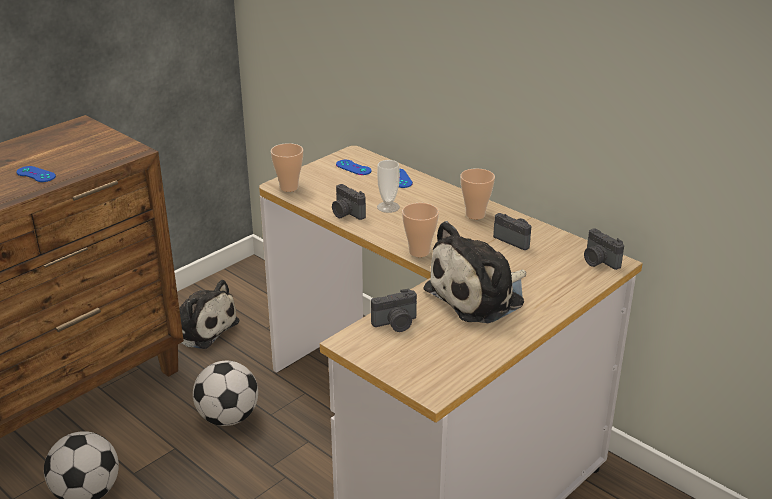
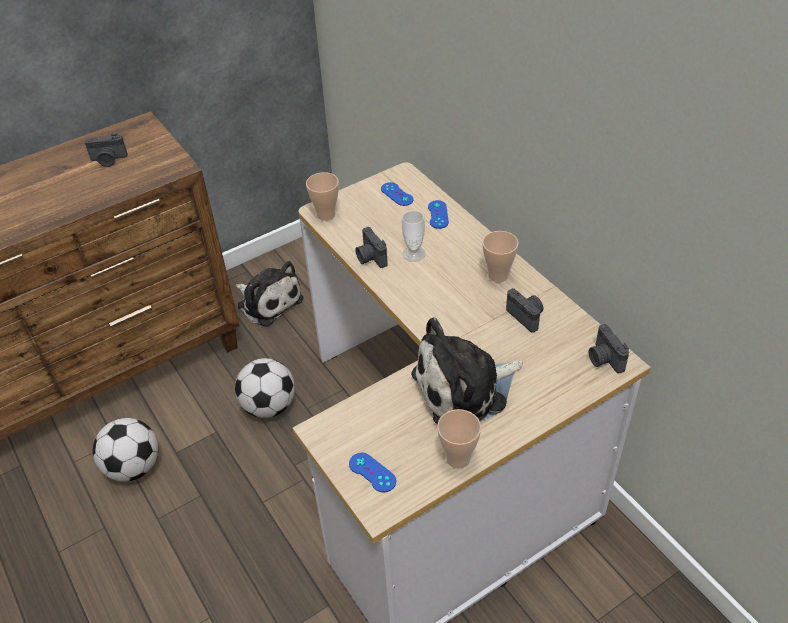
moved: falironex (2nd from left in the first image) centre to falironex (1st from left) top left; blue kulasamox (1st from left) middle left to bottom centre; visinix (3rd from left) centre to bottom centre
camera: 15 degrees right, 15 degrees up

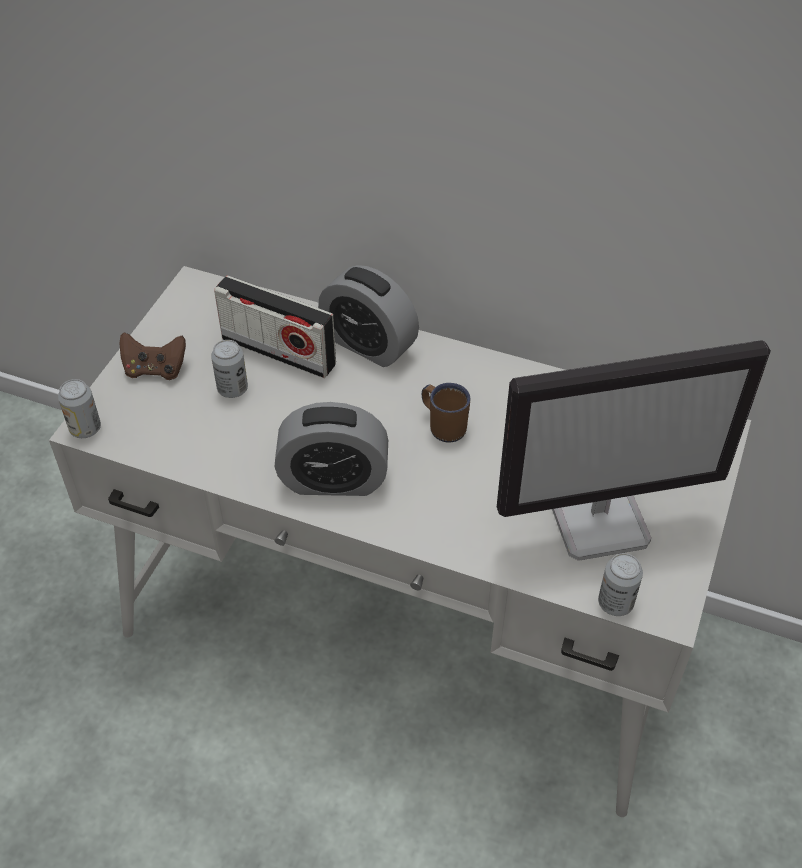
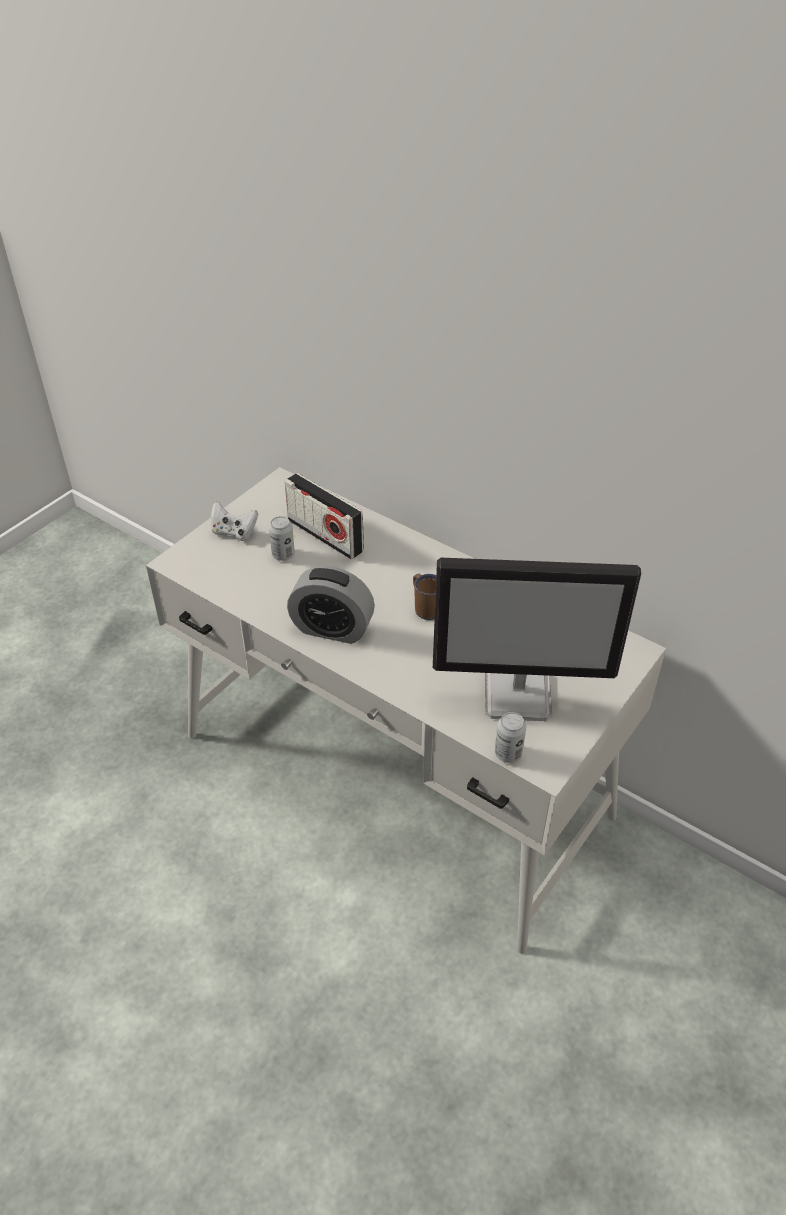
removed: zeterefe (1st from left) middle left; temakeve (2nd from left) centre
recoloured: brown kulasamox middle left to white kulasamox middle left
camera: 15 degrees right, 5 degrees down

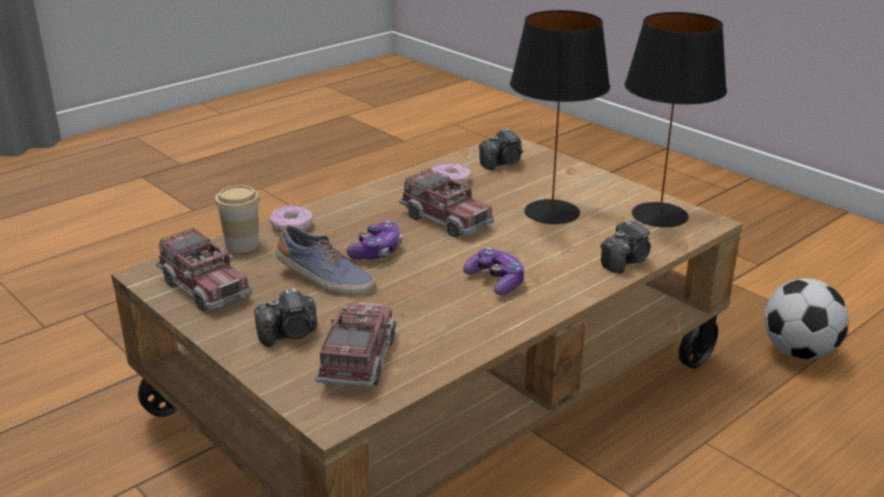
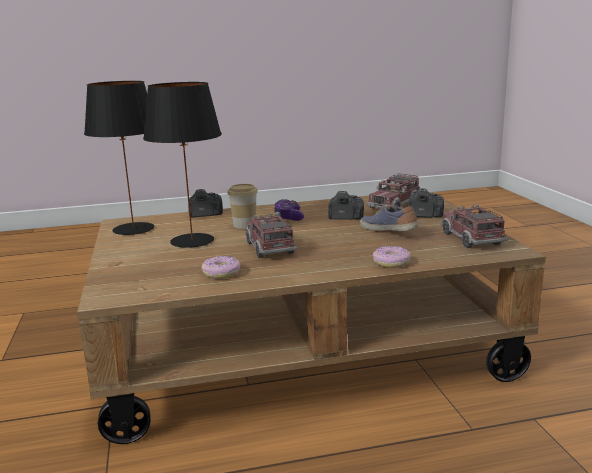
removed: kulasamox (1st from left) centre; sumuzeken middle right
moved: visinix middle left to centre; falironex (2nd from left) top centre to centre
camera: 150 degrees left, 10 degrees down

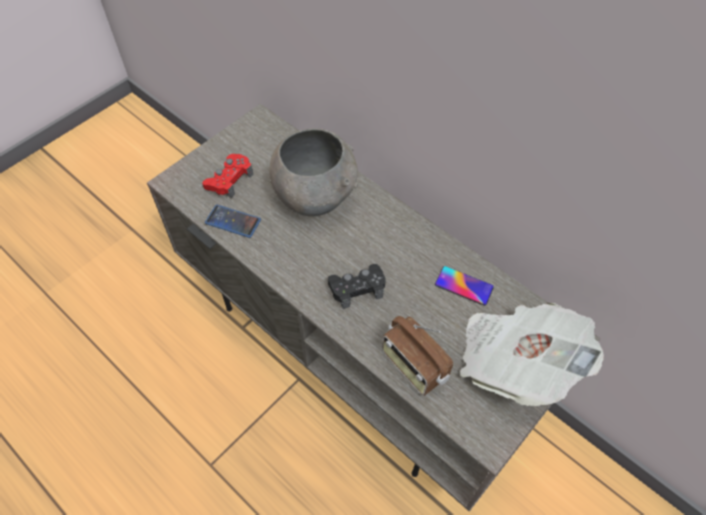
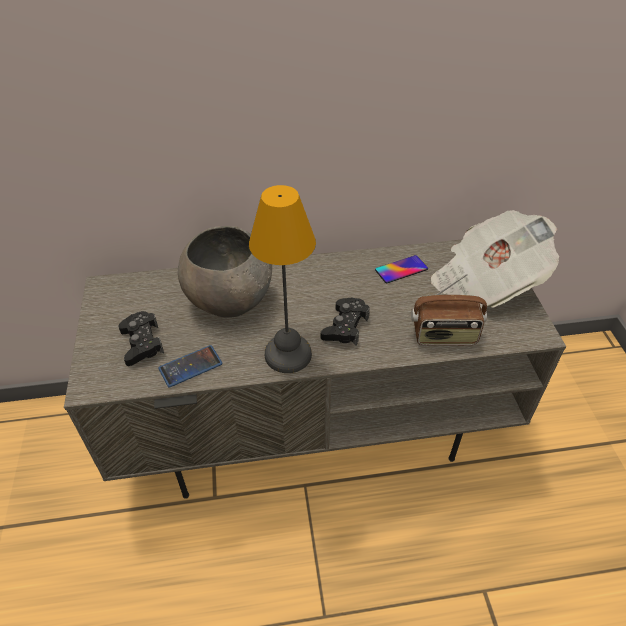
added: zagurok centre
recoloured: red kulasamox middle left to black kulasamox (1st from left) middle left
camera: 50 degrees left, 10 degrees down

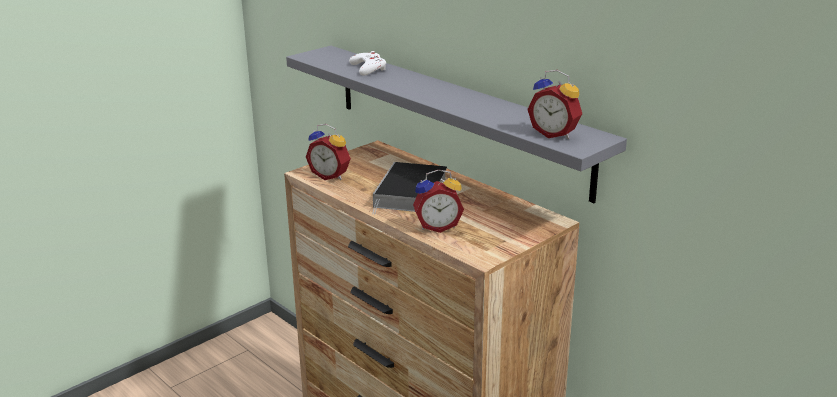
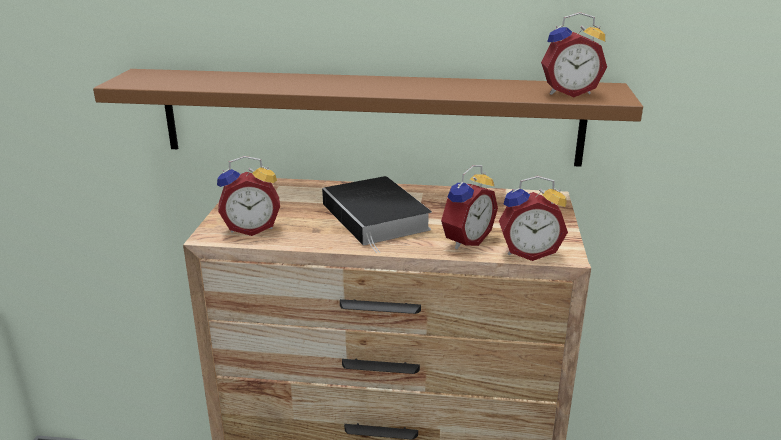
removed: white kulasamox top centre
added: temakeve (3rd from left) middle right
recoloured: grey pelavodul top centre to brown pelavodul top centre
camera: 40 degrees left, 0 degrees up

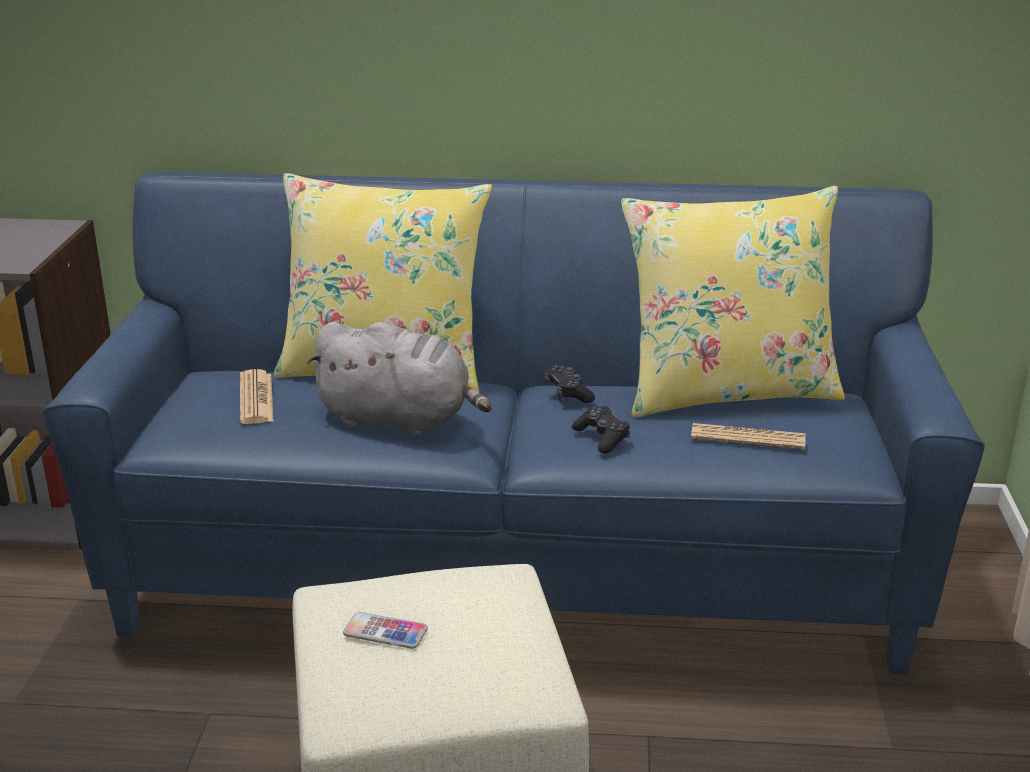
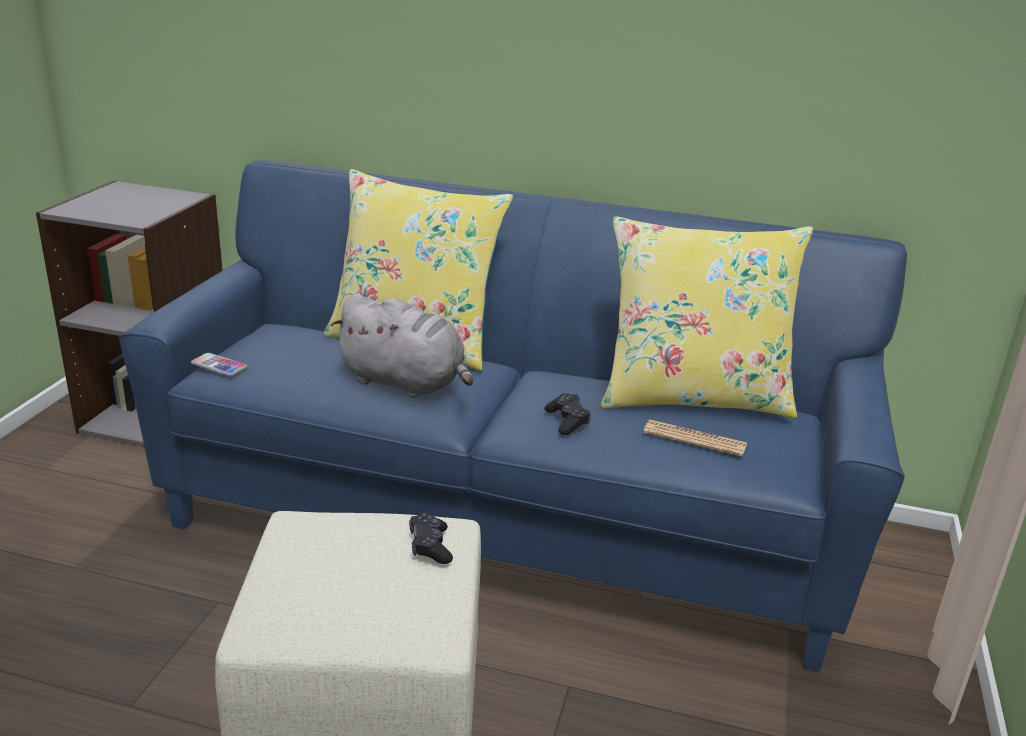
removed: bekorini (1st from left) middle left
moved: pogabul bottom centre to middle left; black kulasamox (1st from left) centre to bottom centre
camera: 10 degrees right, 0 degrees up

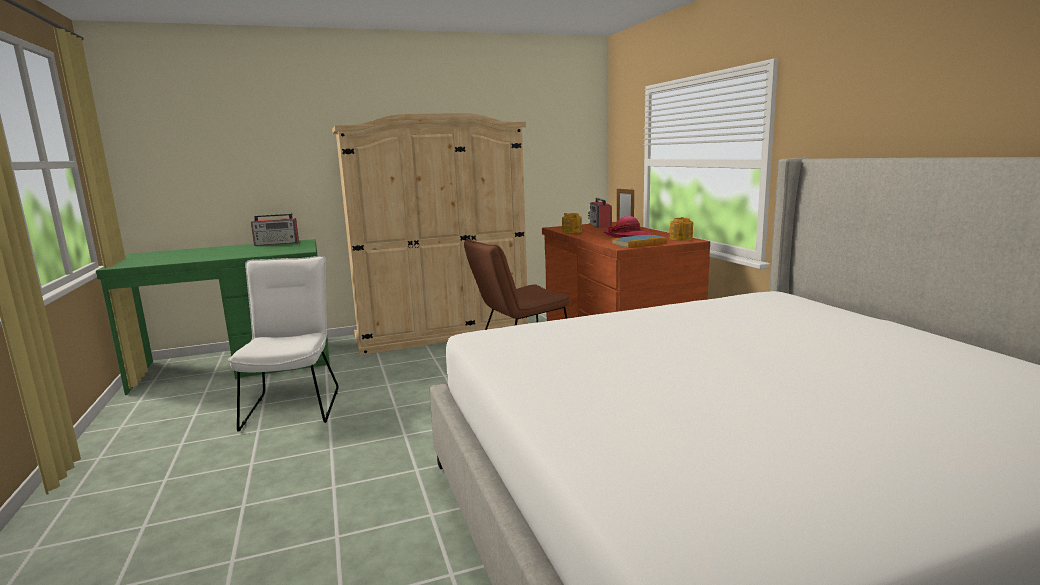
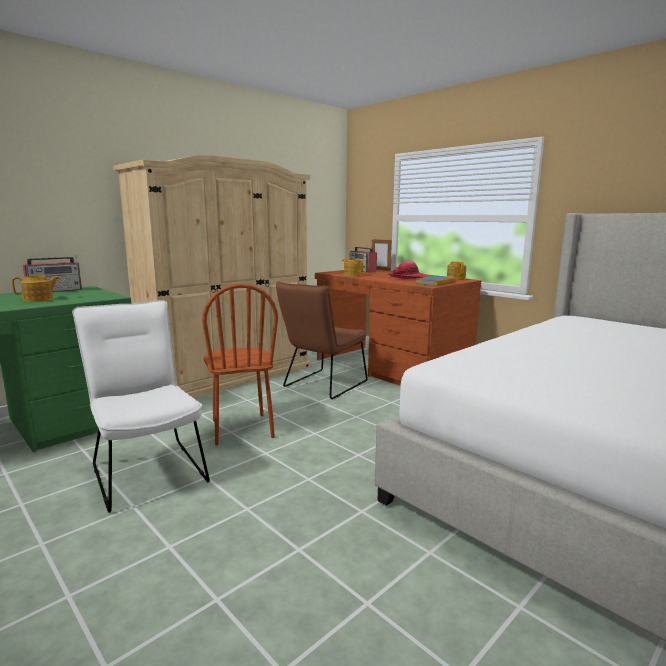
added: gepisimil (1st from left) middle left; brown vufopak (1st from left) centre
camera: 25 degrees left, 0 degrees up

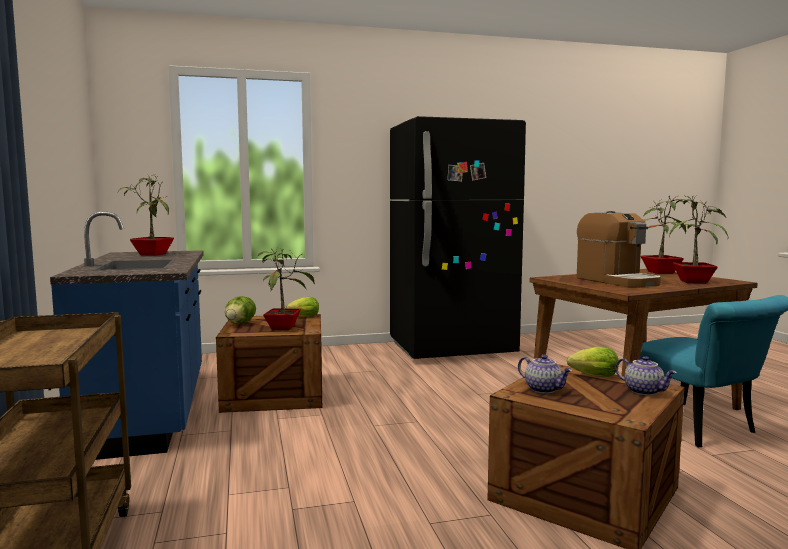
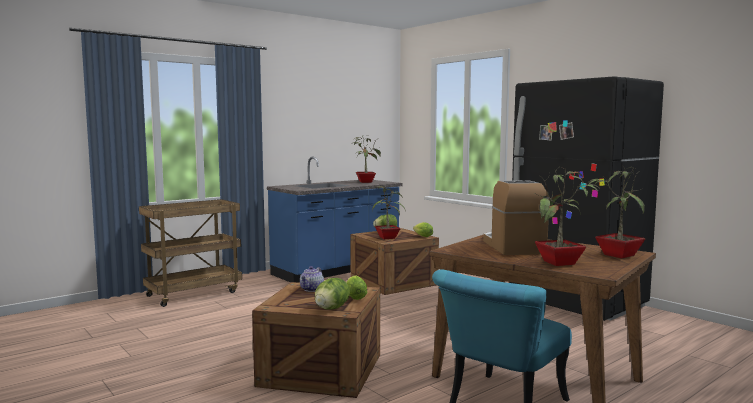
replaced: gepisimil (2nd from left) bottom right to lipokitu (1st from left) bottom centre
turned: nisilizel middle right = middle right 135 degrees clockwise
camera: 65 degrees right, 0 degrees up

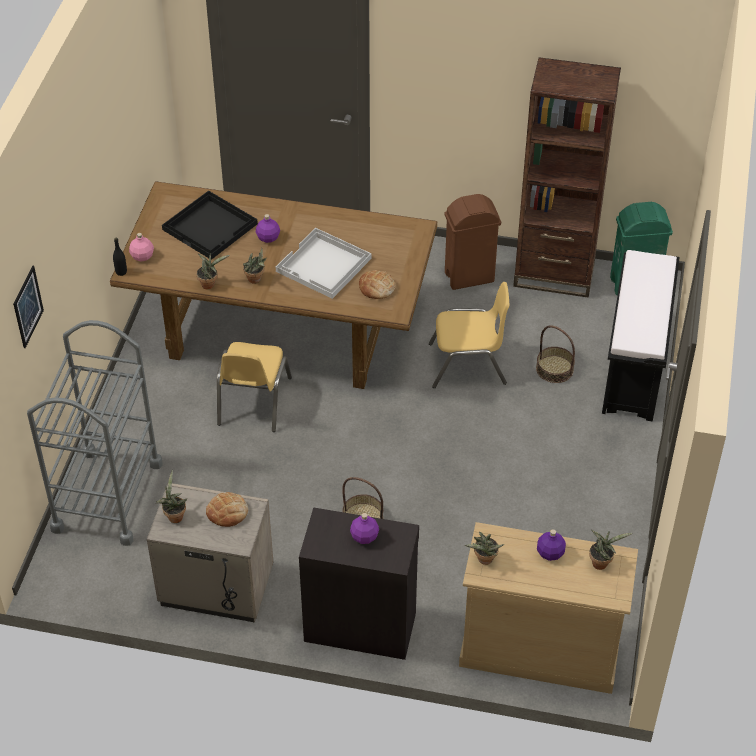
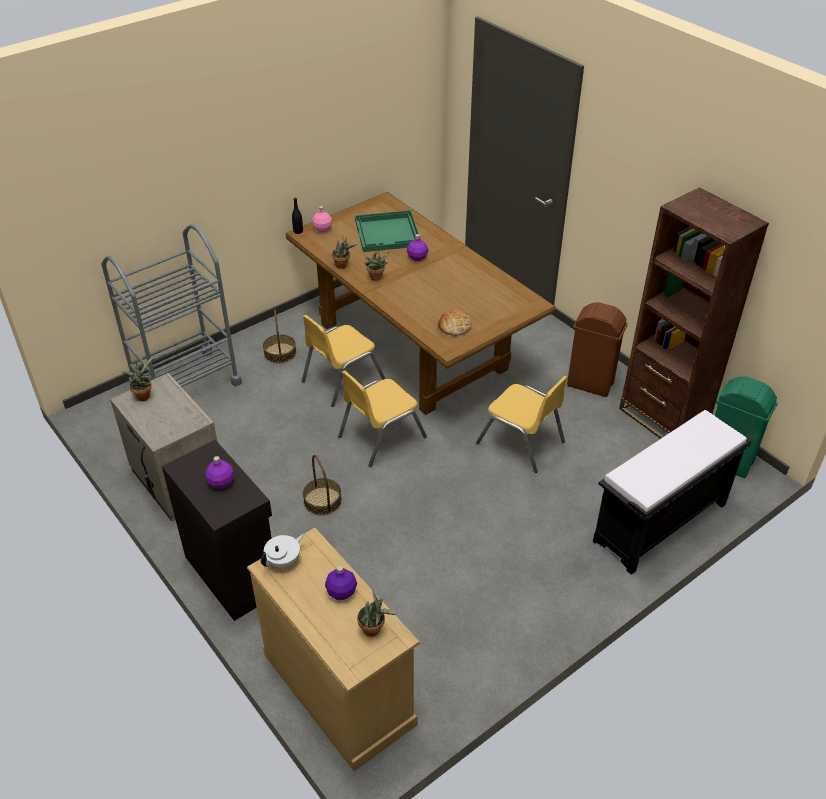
removed: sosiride middle left; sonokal (1st from left) bottom left; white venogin centre
added: yellow vufopak (2nd from left) centre
moved: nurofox (2nd from left in the first image) middle right to nurofox (1st from left) centre
replaced: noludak (4th from left) bottom centre to white gepisimil bottom centre
recoloured: black venogin top left to green venogin top centre
camera: 40 degrees right, 5 degrees down

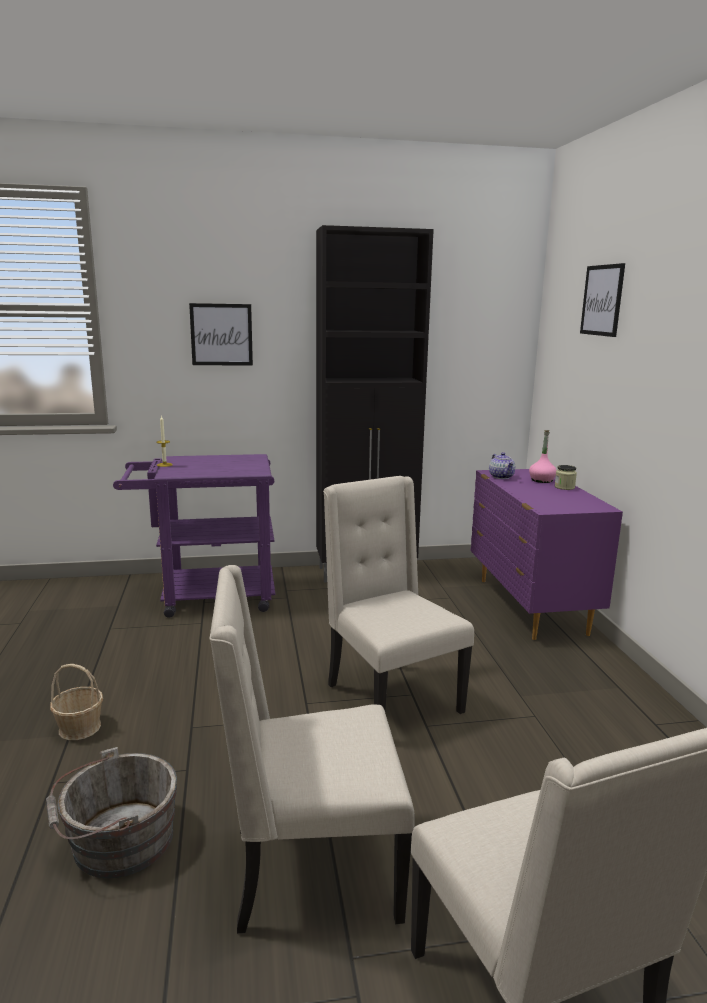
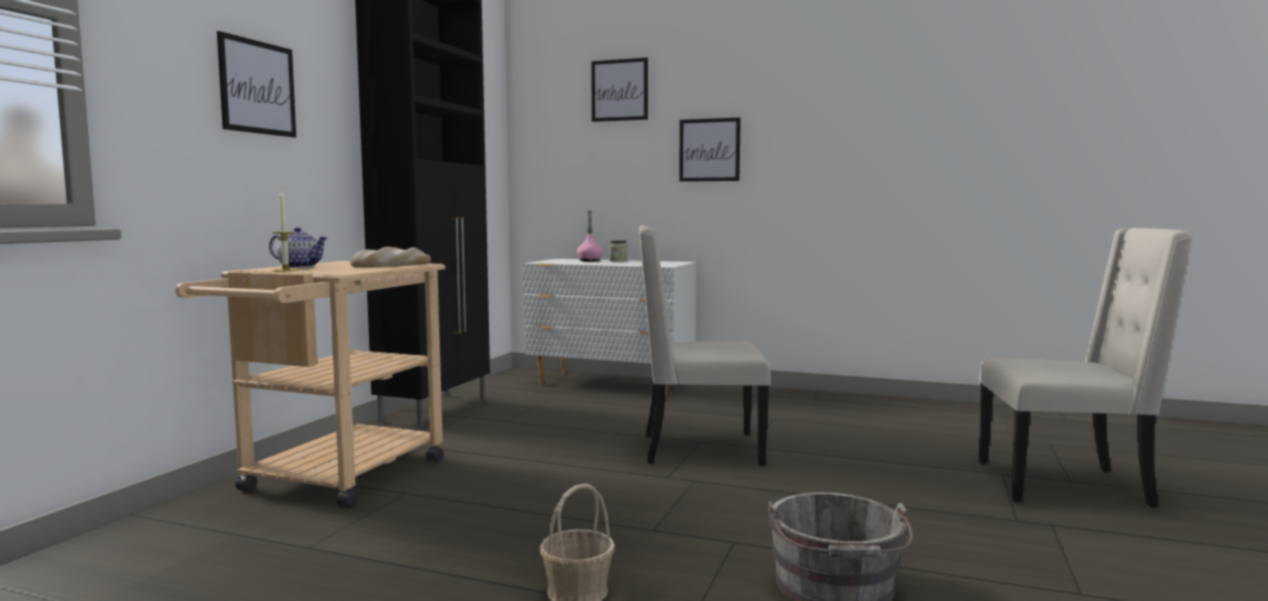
removed: beige vufopak (1st from left) bottom centre
added: sonokal middle left; sosiride (3rd from left) top centre
moved: gepisimil middle right to middle left
recoloured: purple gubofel middle left to beige gubofel middle left; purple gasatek middle right to white gasatek centre
camera: 60 degrees left, 10 degrees down

